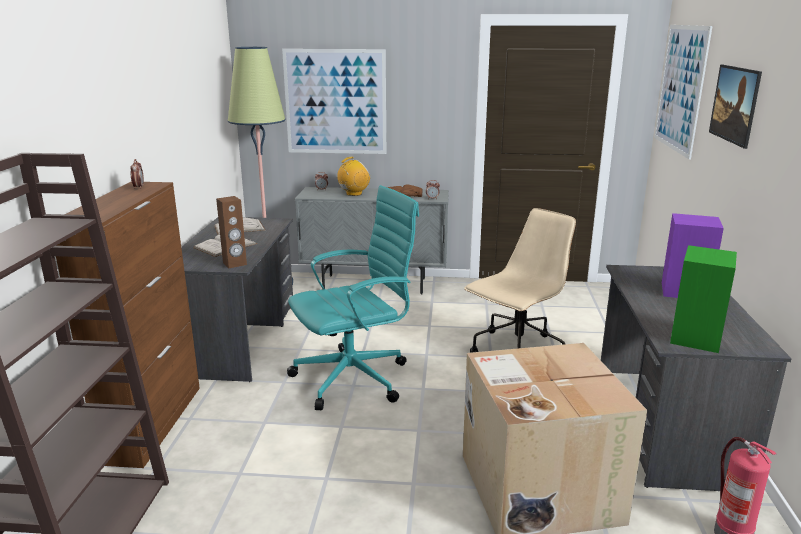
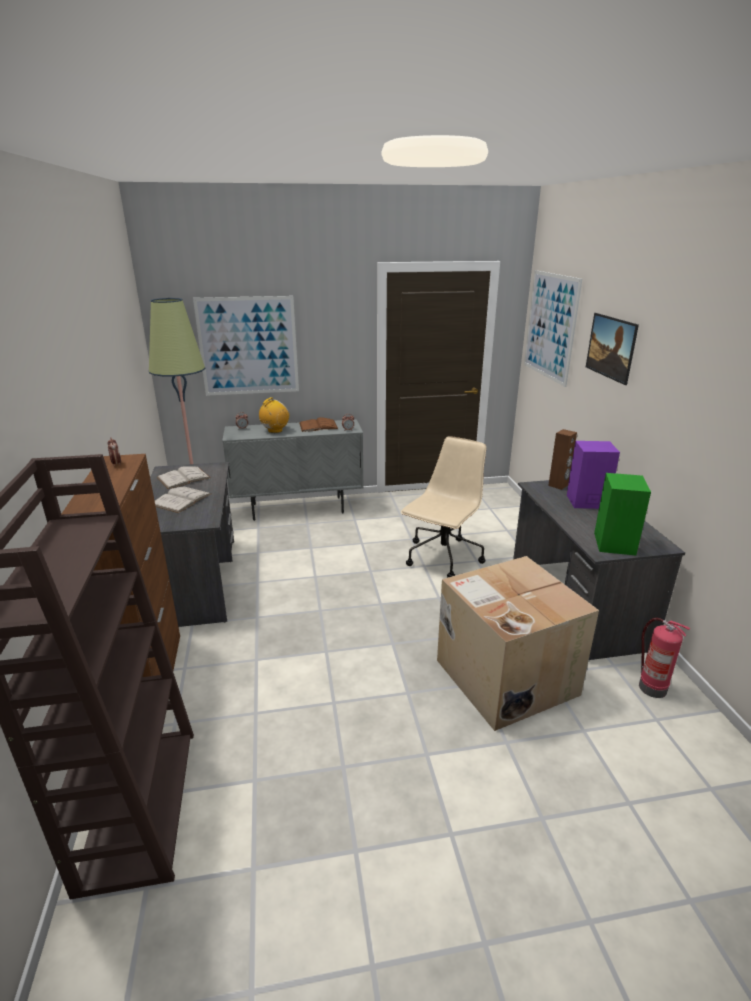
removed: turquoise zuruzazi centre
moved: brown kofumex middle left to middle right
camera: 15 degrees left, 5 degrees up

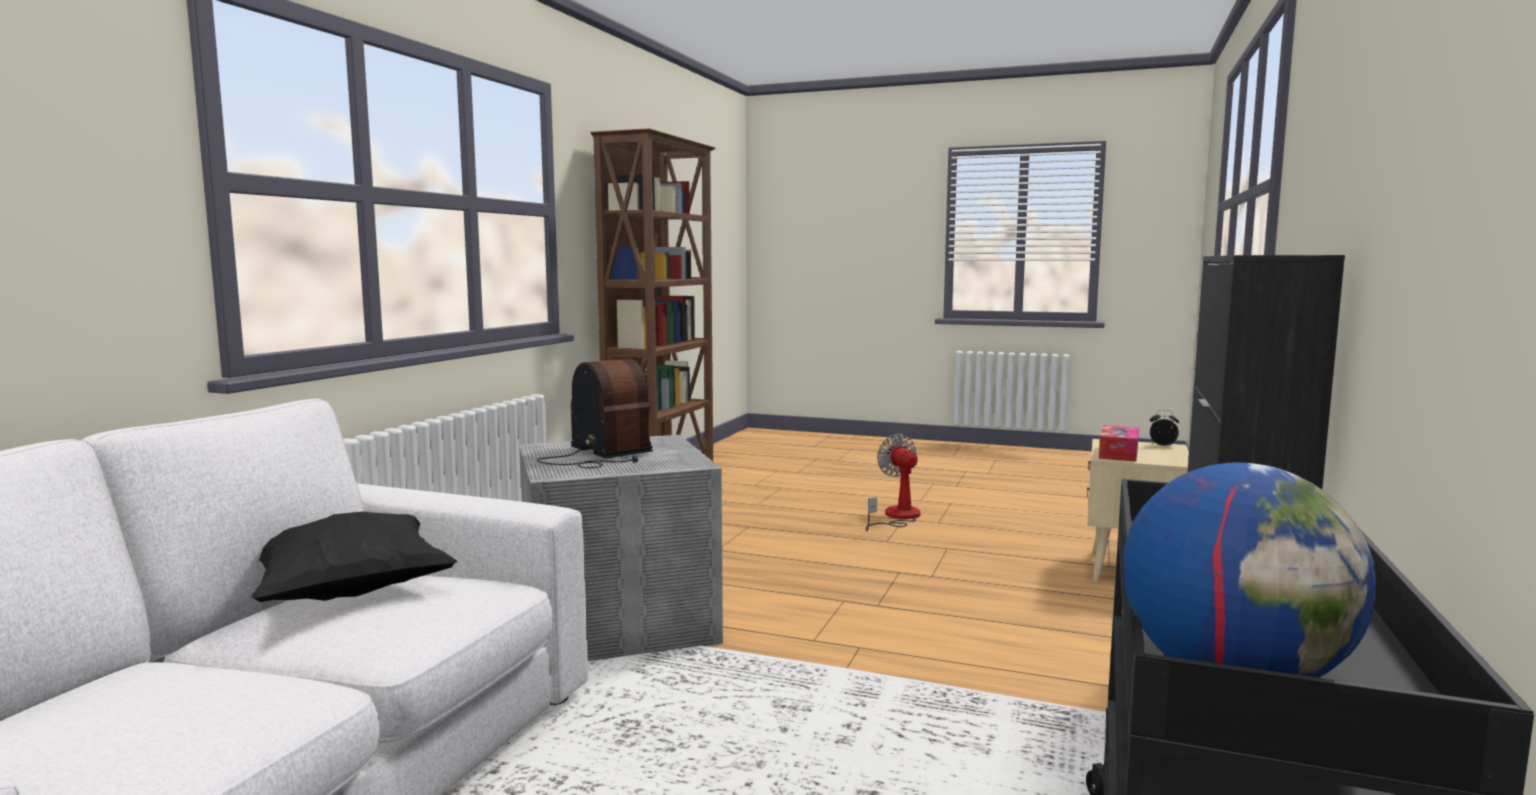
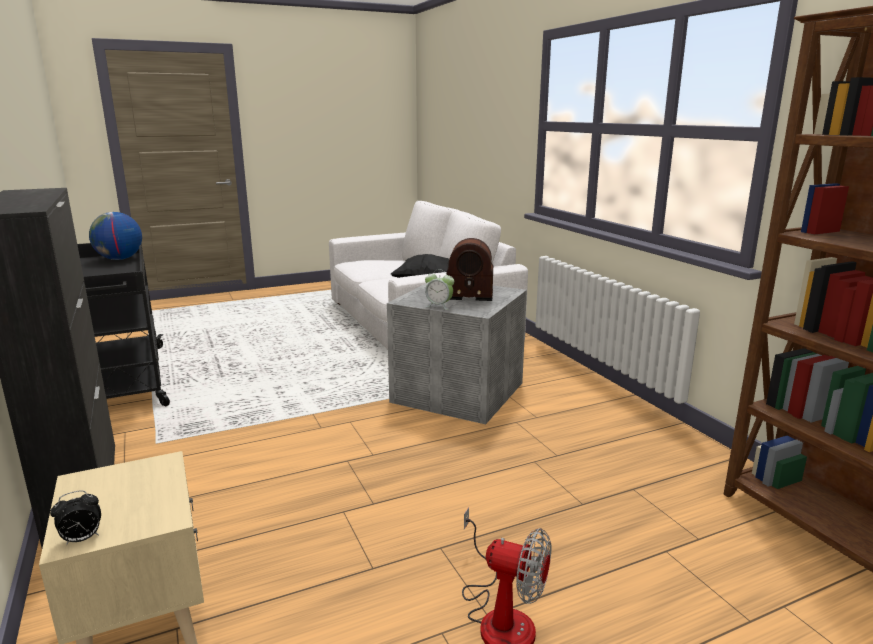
removed: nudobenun middle right
added: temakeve (2nd from left) centre
camera: 135 degrees right, 10 degrees up

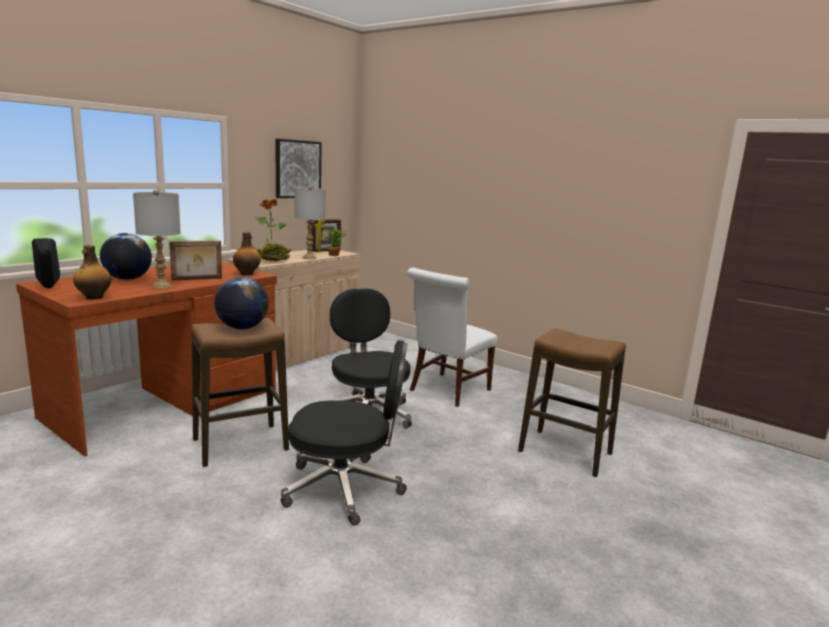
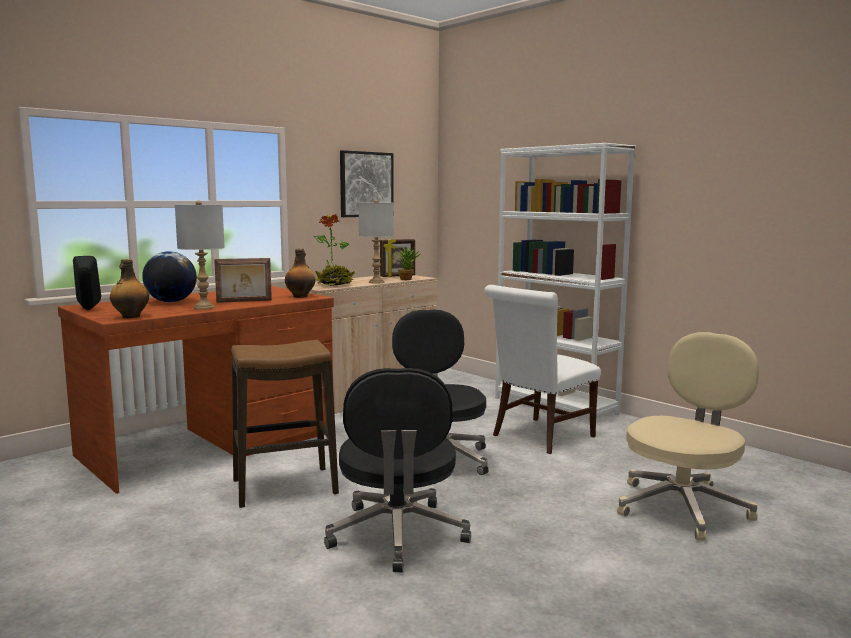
removed: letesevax (2nd from left) middle left
added: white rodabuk centre
replaced: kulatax (2nd from left) middle right to beige zuruzazi bottom right
turned: black zuruzazi (1st from left) bottom centre = bottom centre 75 degrees clockwise
camera: 10 degrees right, 5 degrees down

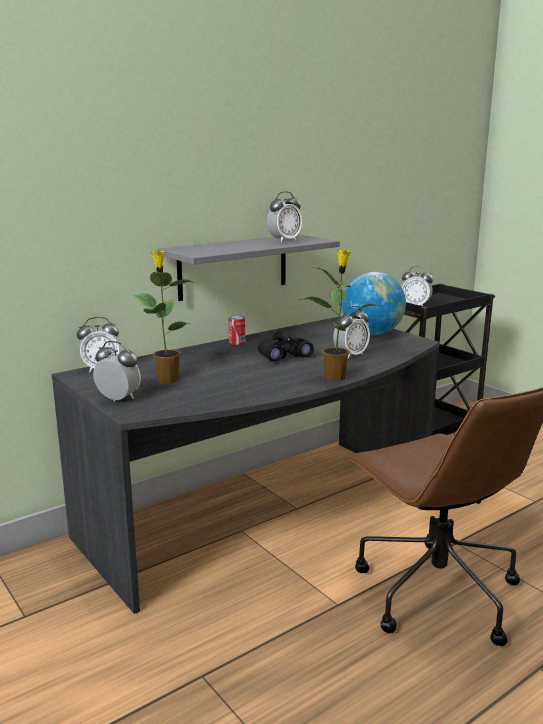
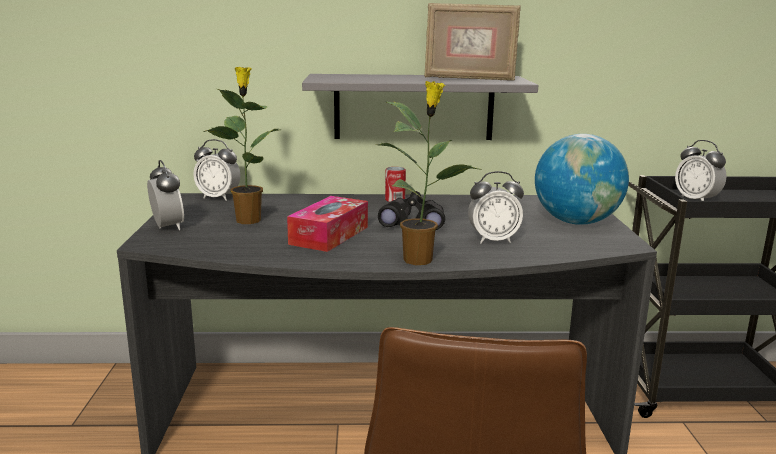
added: nudobenun centre
replaced: temakeve (3rd from left) top centre to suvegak top centre
camera: 35 degrees right, 0 degrees up

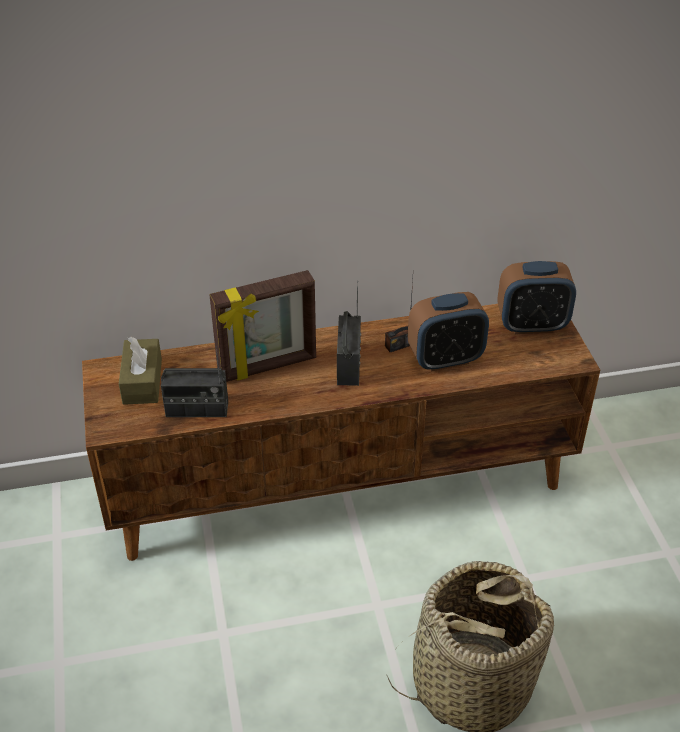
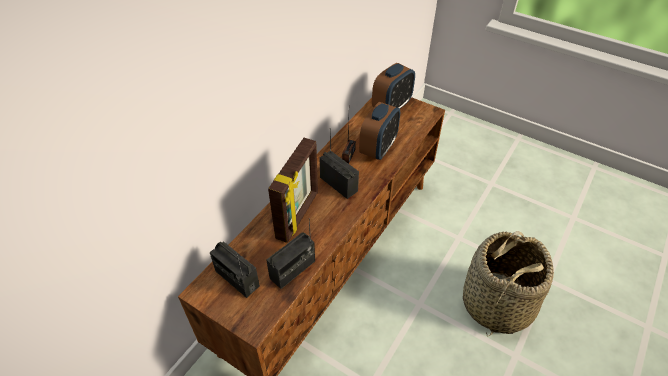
replaced: brown nudobenun middle left to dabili (1st from left) bottom centre
camera: 45 degrees left, 5 degrees up

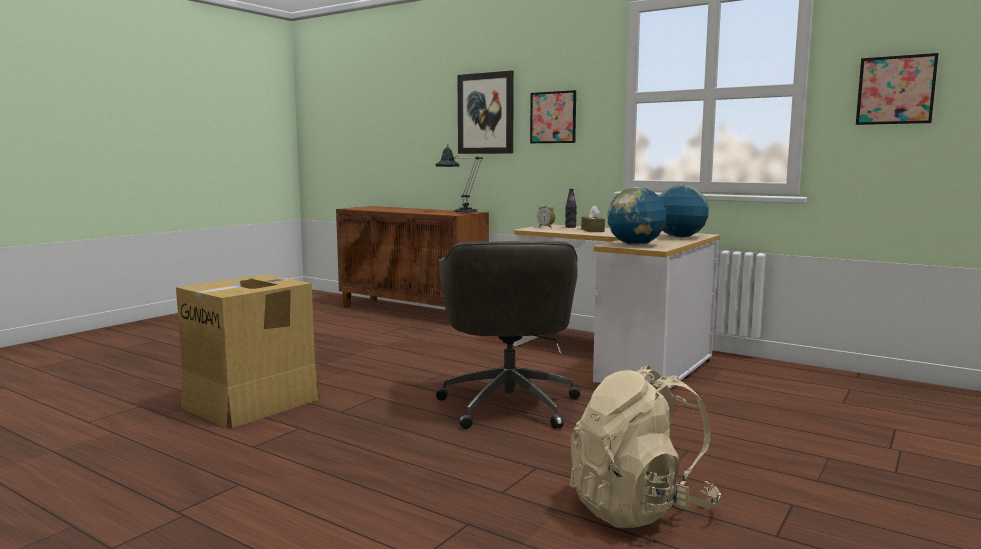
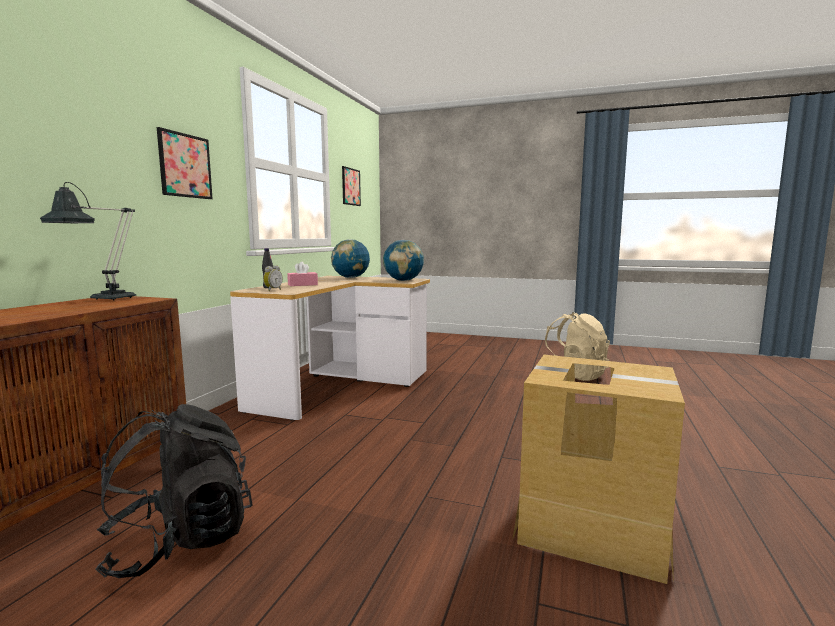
removed: grey zuruzazi centre; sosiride (1st from left) top centre
added: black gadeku bottom left
recoloured: brown nudobenun centre to pink nudobenun centre
camera: 105 degrees left, 0 degrees up

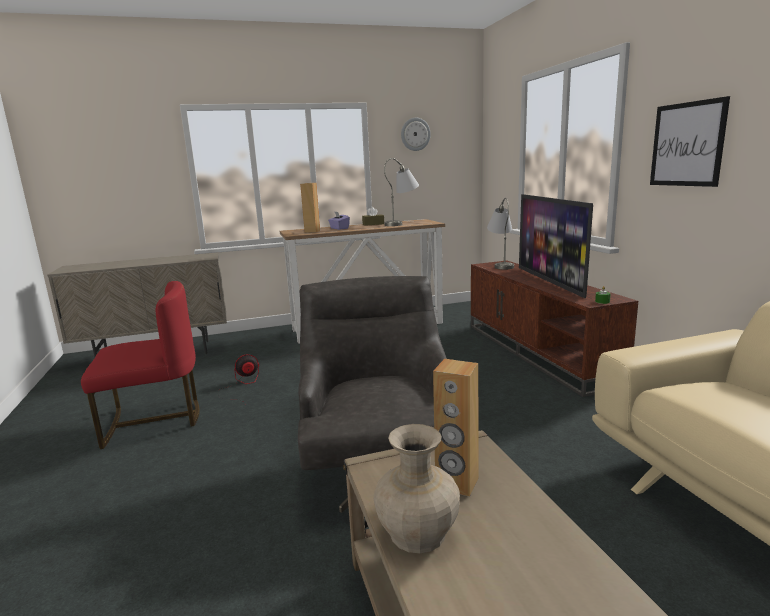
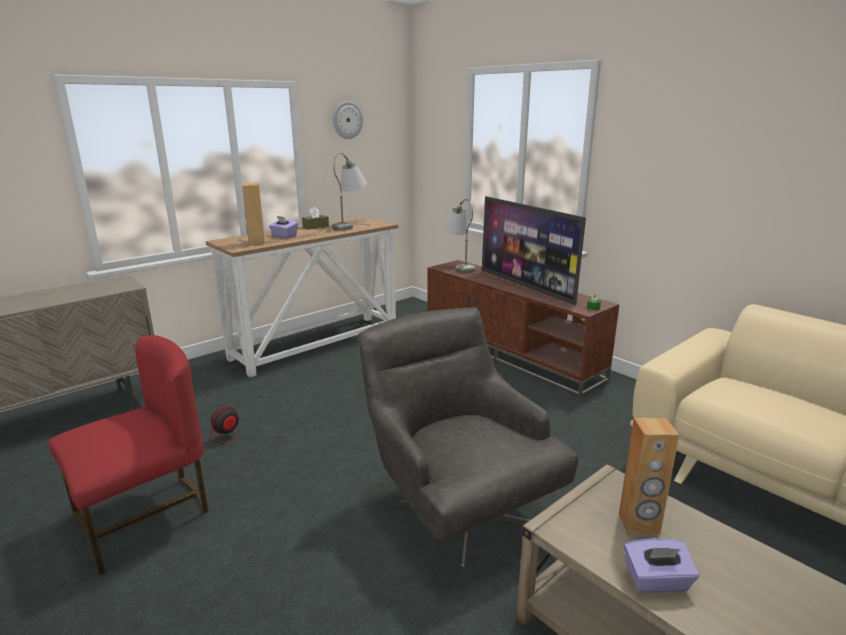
removed: sosiride top right
replaced: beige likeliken bottom centre to purple nudobenun (2nd from left) bottom right
camera: 25 degrees left, 5 degrees up

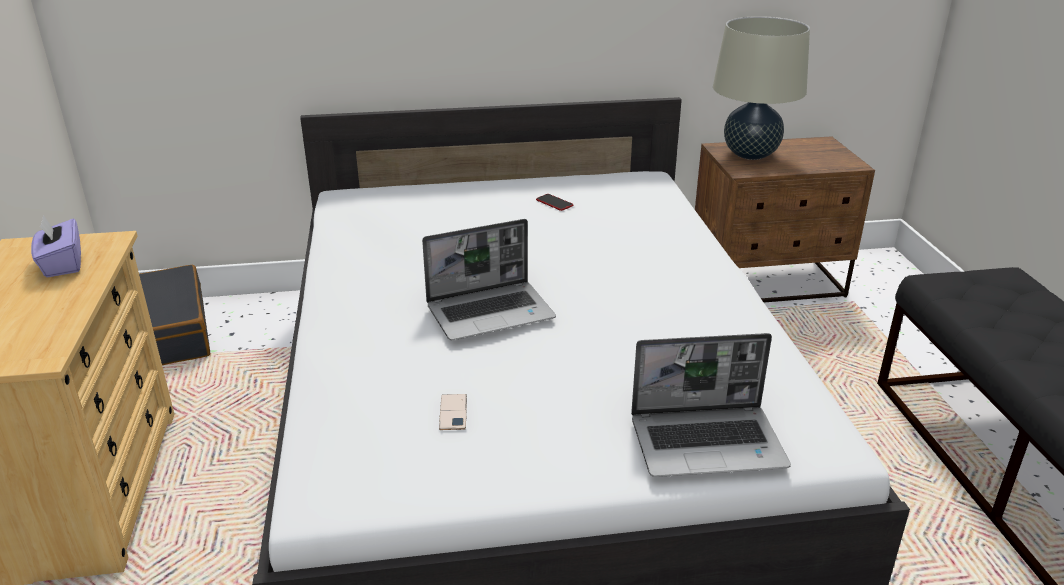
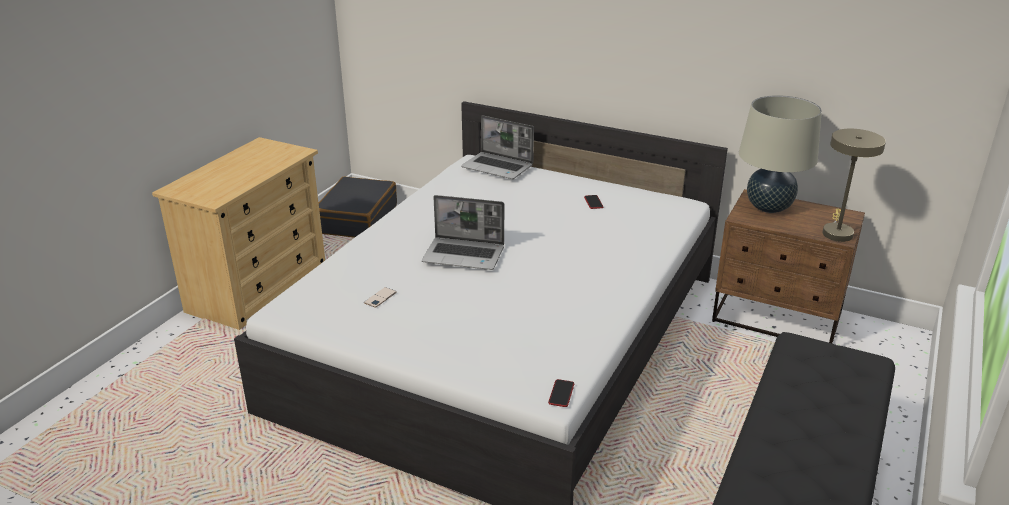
removed: purple nudobenun middle left
added: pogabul (2nd from left) bottom centre; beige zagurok (2nd from left) middle right
moved: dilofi (2nd from left) bottom right to top centre
camera: 35 degrees right, 0 degrees up

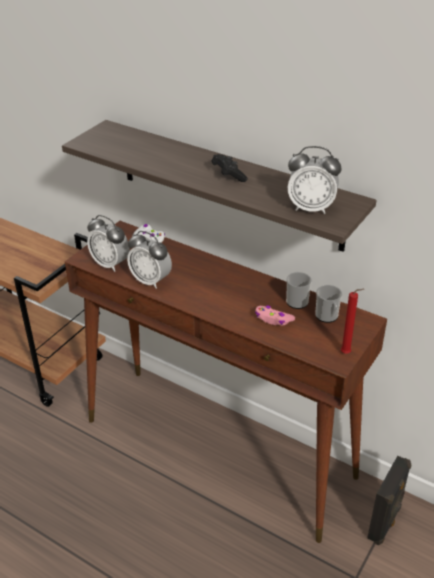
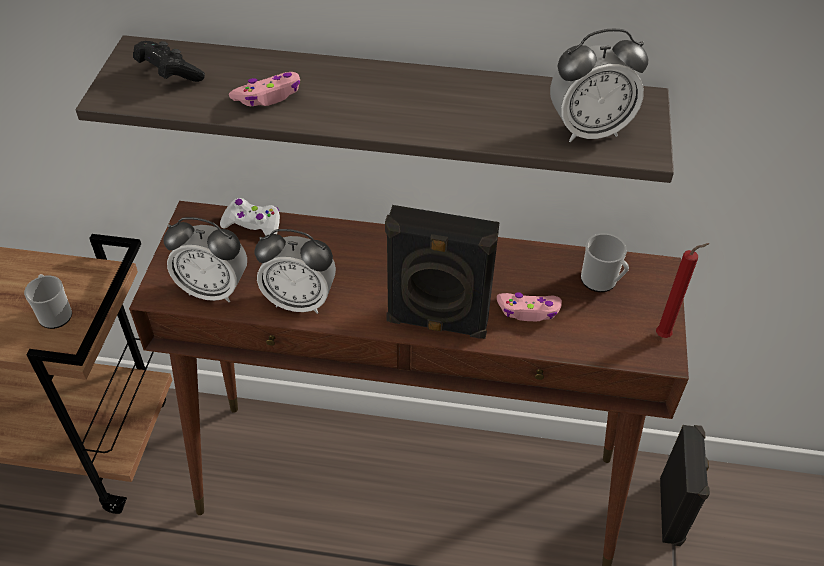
added: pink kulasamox (1st from left) top left; black kofumex (1st from left) centre
moved: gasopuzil (1st from left) middle right to middle left; black kulasamox top centre to top left
camera: 25 degrees left, 10 degrees up

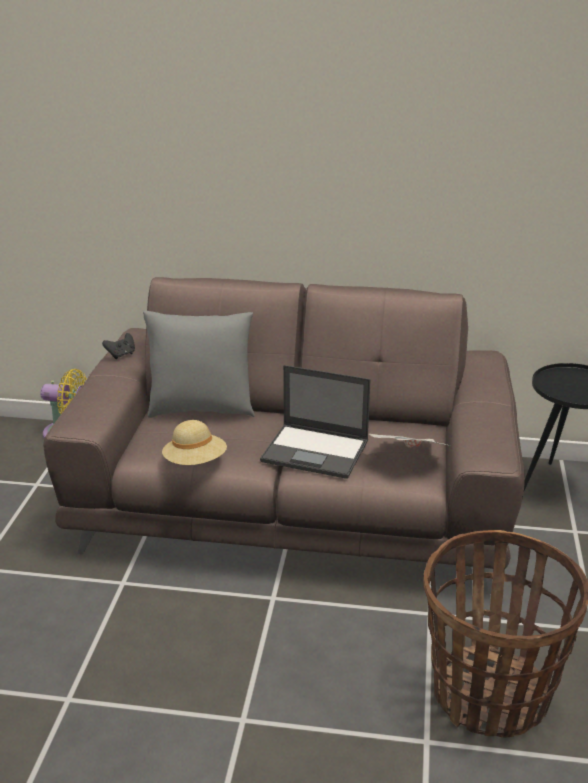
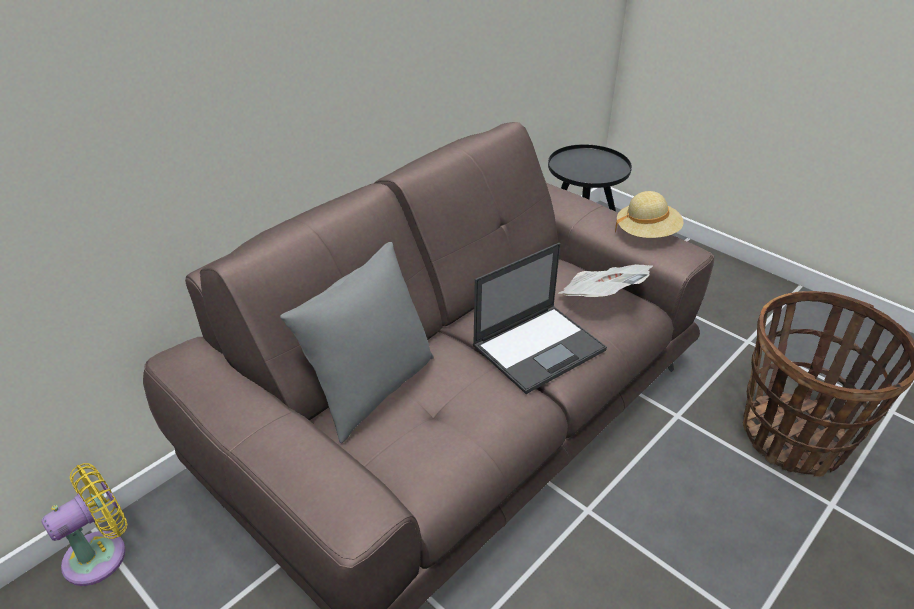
removed: black kulasamox middle left
moved: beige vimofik middle left to middle right
camera: 55 degrees left, 10 degrees up

